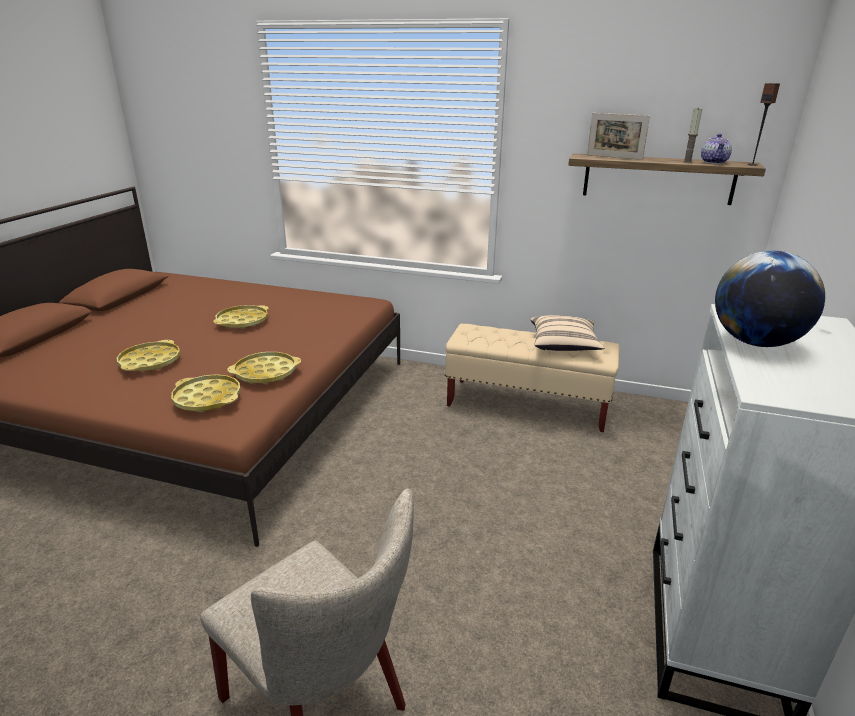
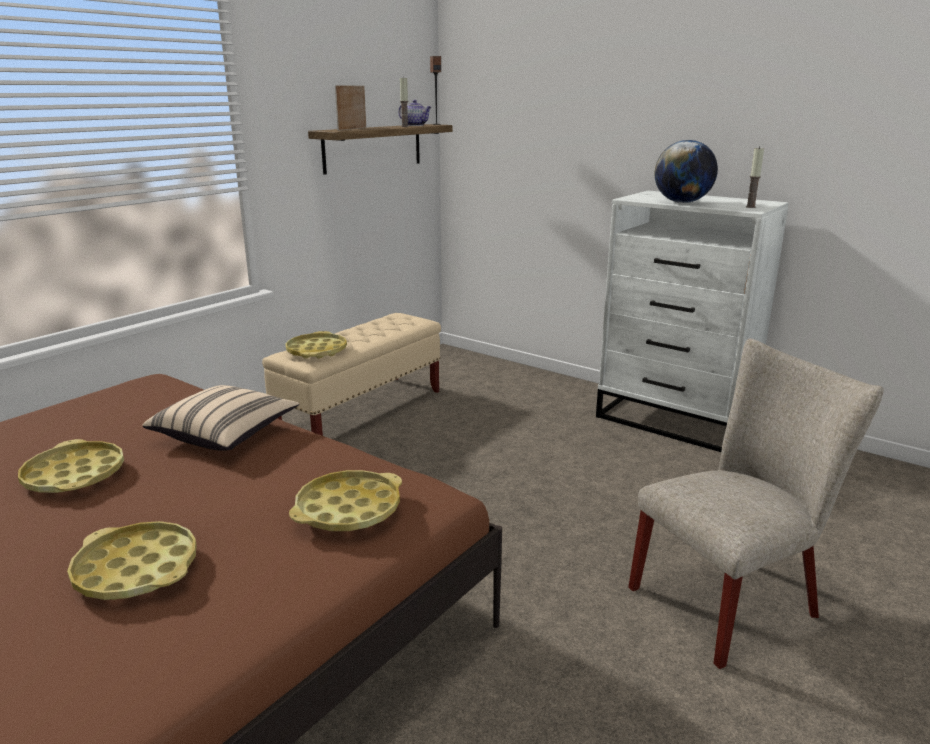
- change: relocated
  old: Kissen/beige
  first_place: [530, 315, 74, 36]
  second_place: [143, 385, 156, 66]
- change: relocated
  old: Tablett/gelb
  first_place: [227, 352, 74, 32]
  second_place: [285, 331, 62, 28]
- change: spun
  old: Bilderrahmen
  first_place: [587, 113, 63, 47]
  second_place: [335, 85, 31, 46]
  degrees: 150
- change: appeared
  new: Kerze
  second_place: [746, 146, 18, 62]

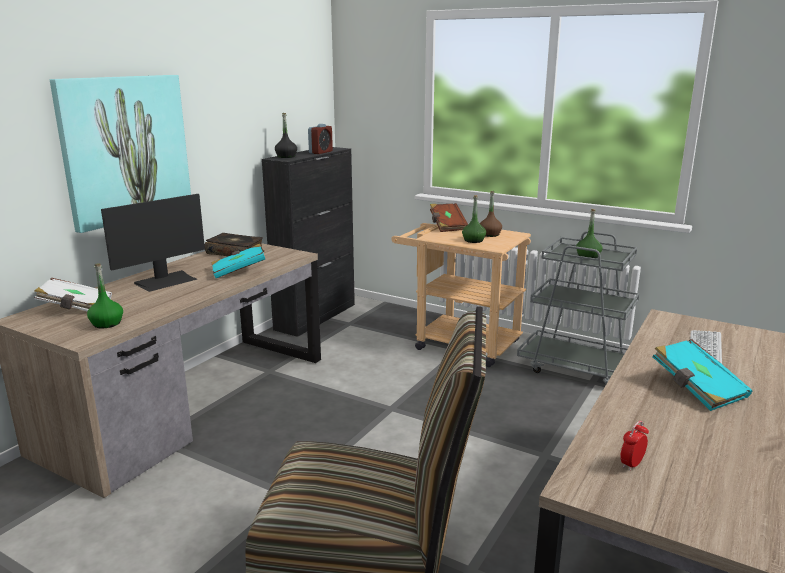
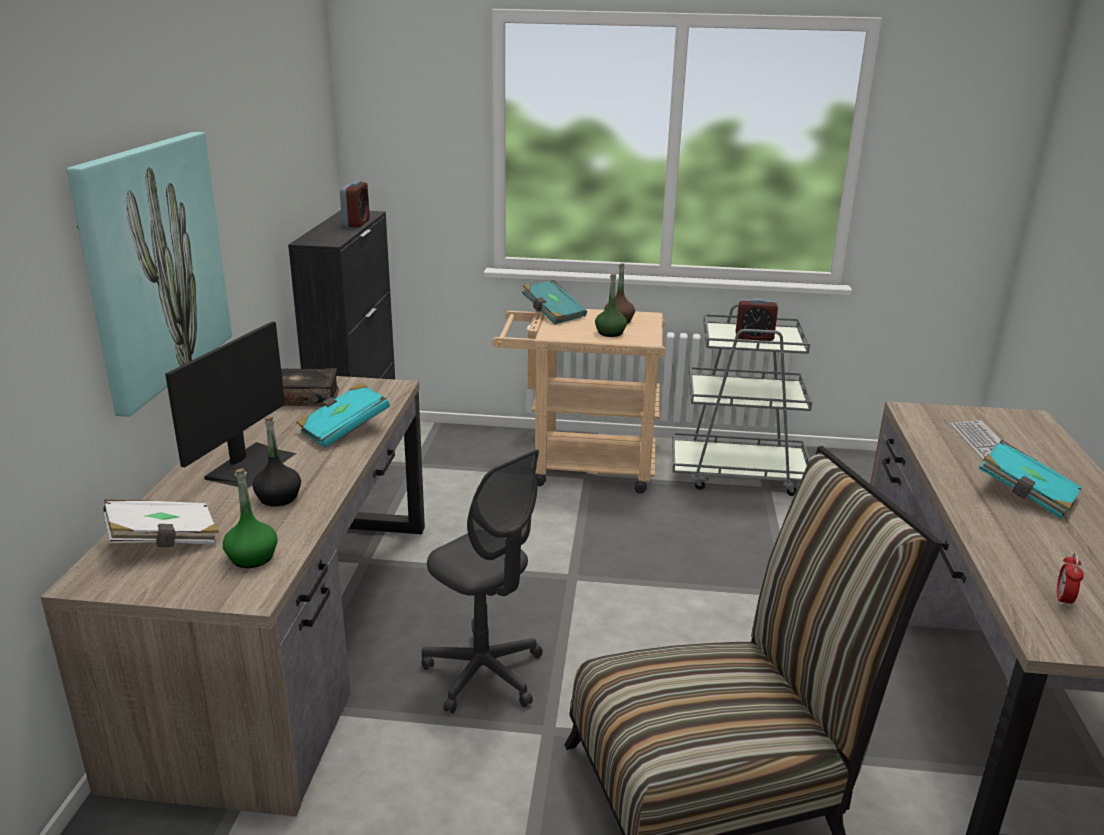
- change: relocated
  old: Flasche/schwarz
  first_place: [275, 113, 22, 45]
  second_place: [252, 417, 49, 90]
- change: appeared
  new: Bürostuhl/grau
  second_place: [421, 449, 122, 265]
- change: colour
  old: Buch/braun
  new: Buch/türkis
  first_place: [430, 203, 38, 29]
  second_place: [522, 280, 65, 45]
- change: exchanged
  old: Flasche/grün
  new: Wecker
  first_place: [576, 209, 26, 49]
  second_place: [735, 298, 43, 43]

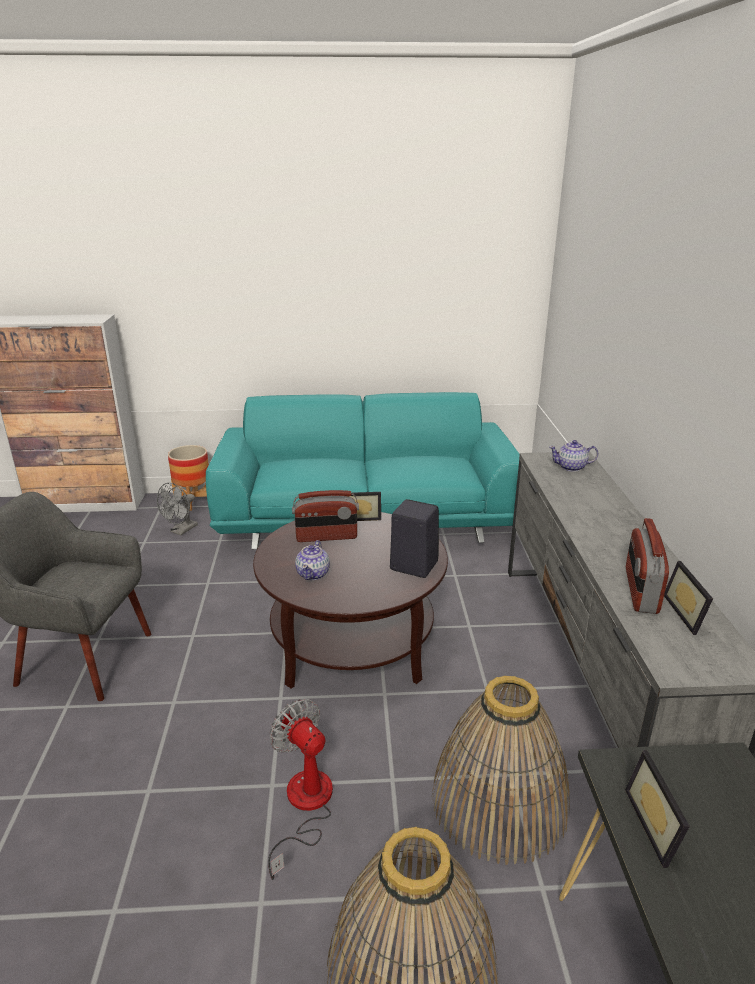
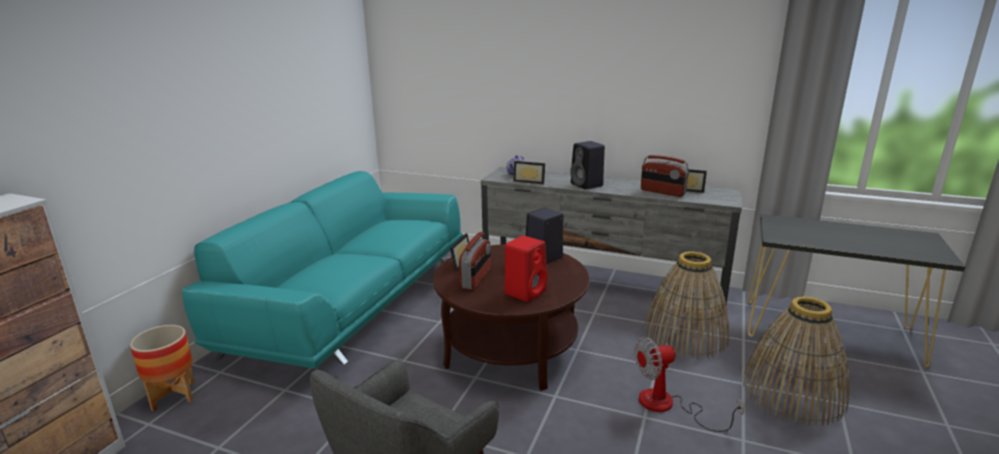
- change: exchanged
  old: Teekanne
  new: Lautsprecher/rot
  first_place: [295, 540, 35, 40]
  second_place: [505, 235, 42, 67]
- change: relocated
  old: Bilderrahmen
  first_place: [625, 750, 65, 118]
  second_place: [513, 161, 32, 23]
- change: appeared
  new: Lautsprecher/schwarz
  second_place: [570, 141, 35, 48]
- change: missing
  old: Ventilator/grau
  first_place: [157, 483, 41, 52]

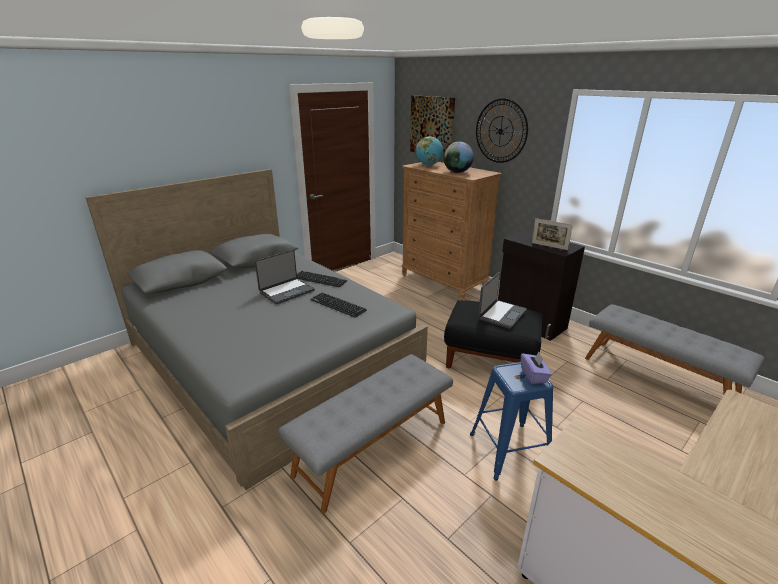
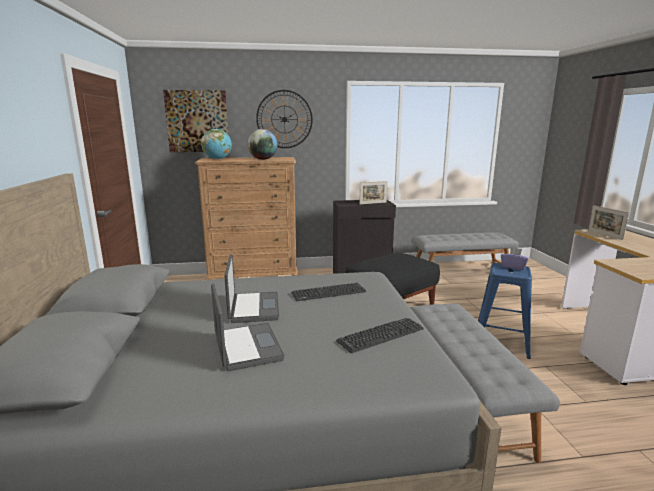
- change: relocated
  old: Laptop
  first_place: [478, 272, 49, 57]
  second_place: [211, 284, 74, 87]
- change: relocated
  old: Tastatur
  first_place: [297, 271, 50, 16]
  second_place: [336, 318, 88, 35]
- change: appeared
  new: Bilderrahmen
  second_place: [588, 205, 41, 35]

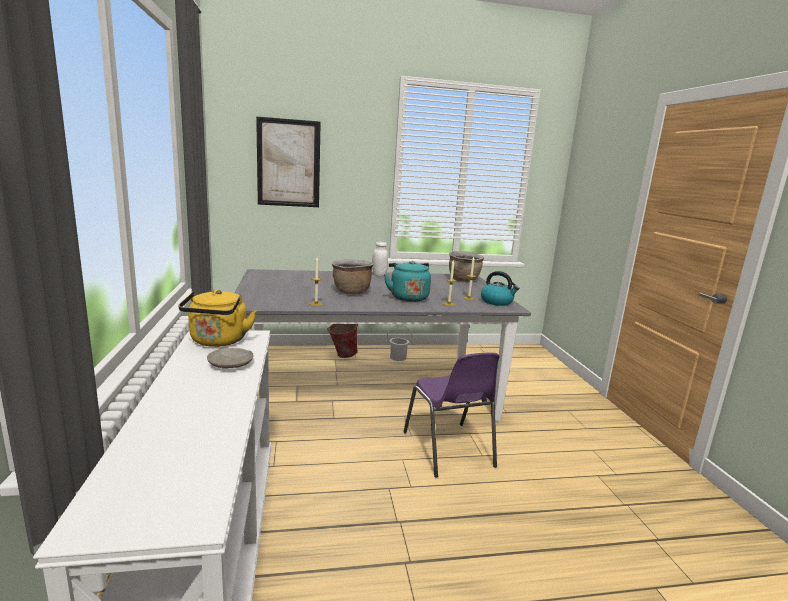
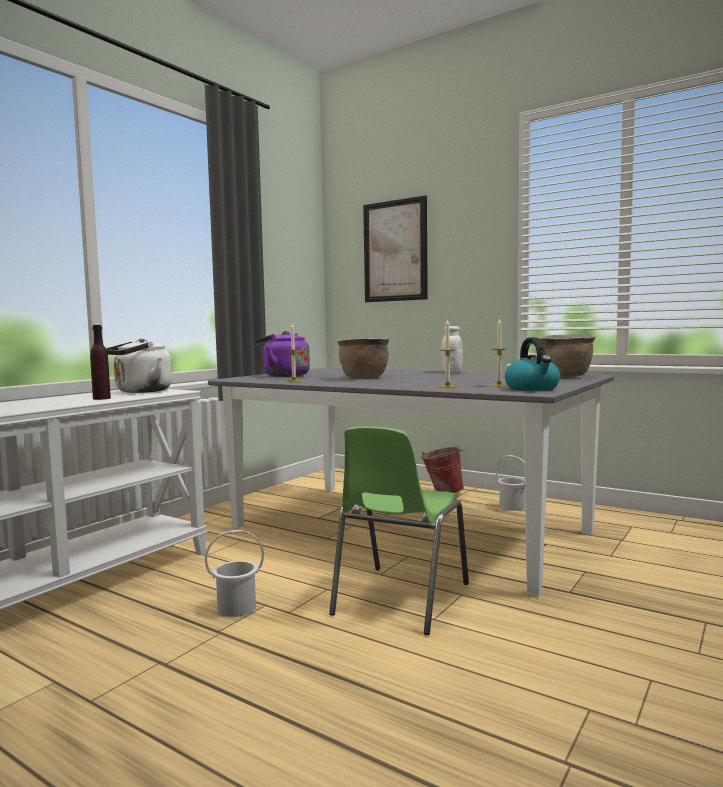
- change: exchanged
  old: Teller/beige
  new: Flasche/lila
  first_place: [207, 348, 47, 21]
  second_place: [90, 325, 21, 75]
- change: colour
  old: Wasserkessel/gelb
  new: Wasserkessel/weiß
  first_place: [178, 289, 79, 58]
  second_place: [106, 338, 66, 55]
- change: appeared
  new: Eimer/weiß
  second_place: [205, 530, 59, 87]
- change: appeared
  new: Wasserkessel/lila
  second_place: [254, 331, 56, 46]
- change: colour
  old: Stuhl/lila
  new: Stuhl/grün
  first_place: [403, 352, 97, 126]
  second_place: [329, 426, 140, 209]
- change: missing
  old: Wasserkessel/türkis
  first_place: [384, 261, 47, 41]

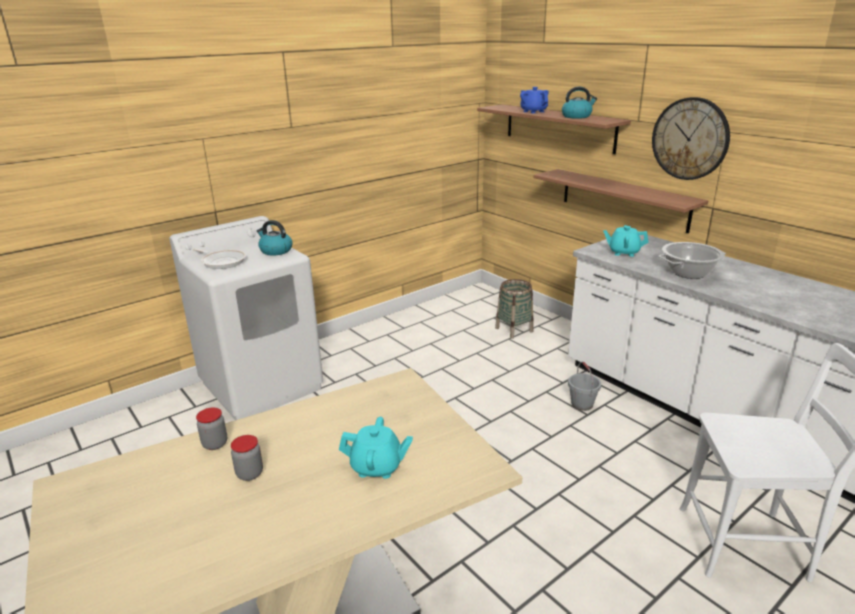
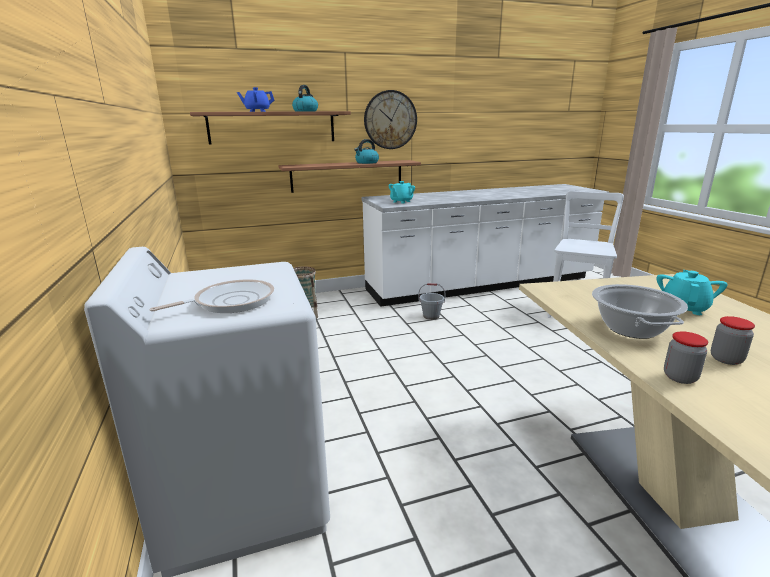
- change: relocated
  old: Wasserkessel
  first_place: [257, 220, 35, 35]
  second_place: [354, 139, 25, 25]
- change: relocated
  old: Kochtopf
  first_place: [658, 242, 68, 37]
  second_place: [592, 284, 96, 55]

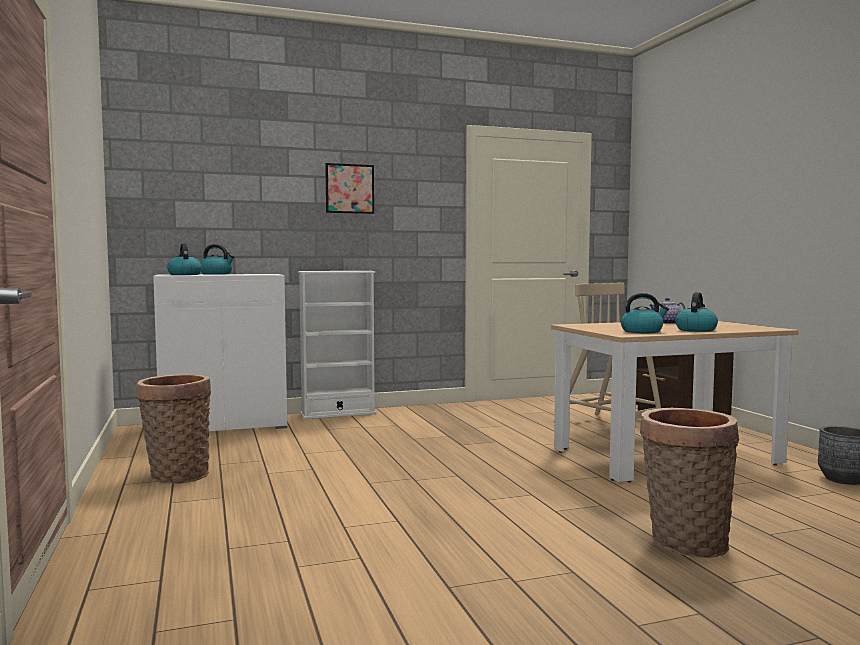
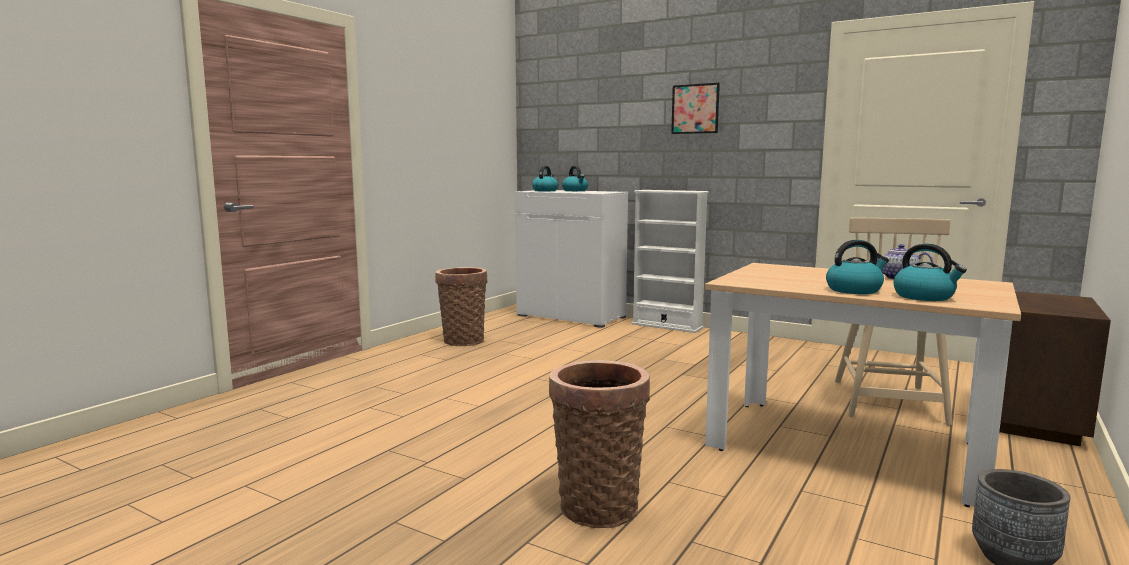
- change: relocated
  old: Wasserkessel
  first_place: [621, 293, 48, 40]
  second_place: [893, 244, 74, 57]

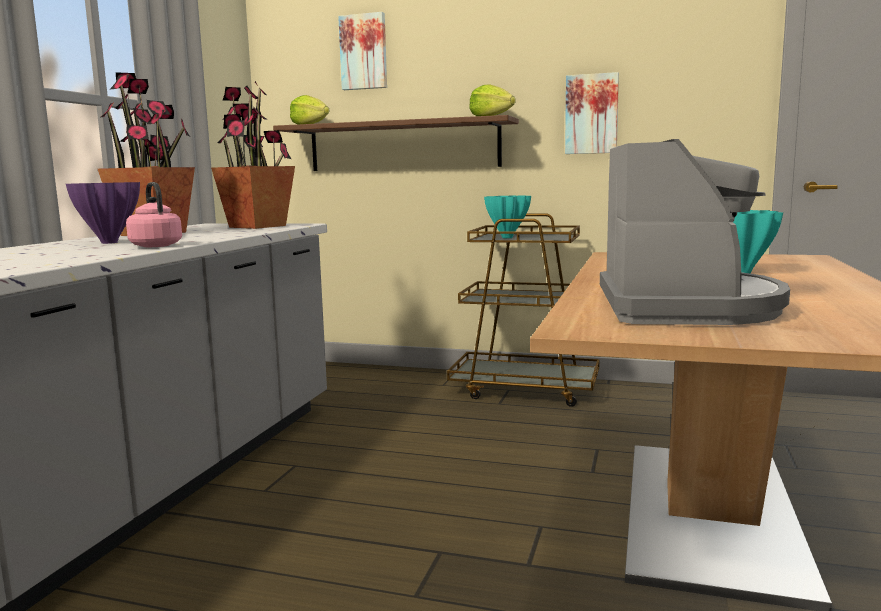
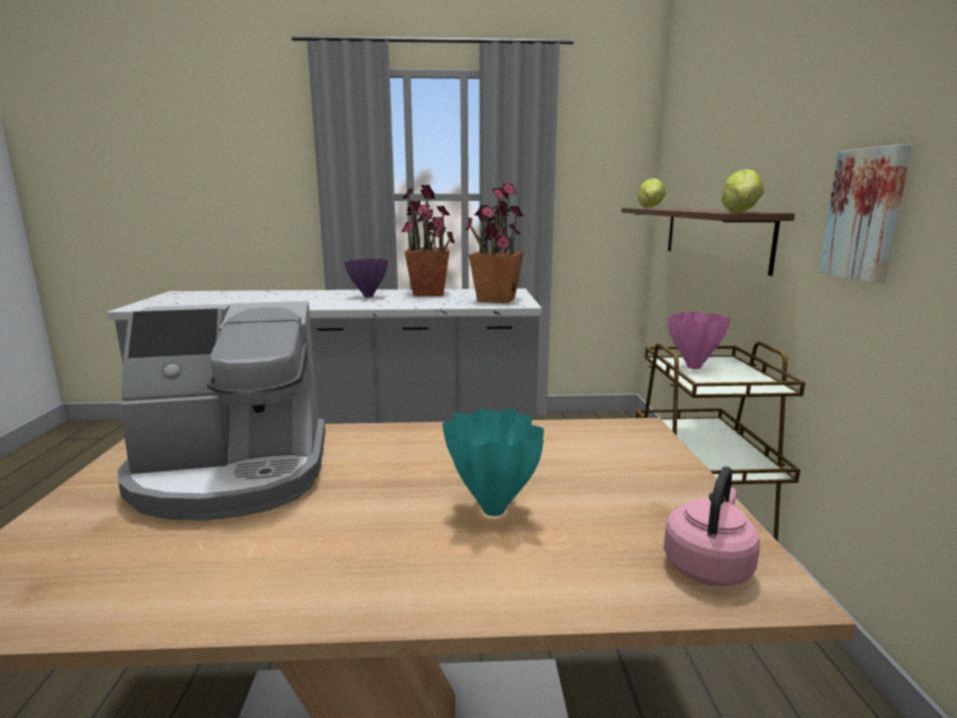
- change: relocated
  old: Wasserkessel/rosa
  first_place: [126, 182, 56, 65]
  second_place: [664, 466, 96, 120]
- change: colour
  old: Vase/türkis
  new: Vase/rosa
  first_place: [484, 195, 47, 43]
  second_place: [668, 312, 63, 57]
- change: missing
  old: Bild
  first_place: [338, 12, 49, 78]

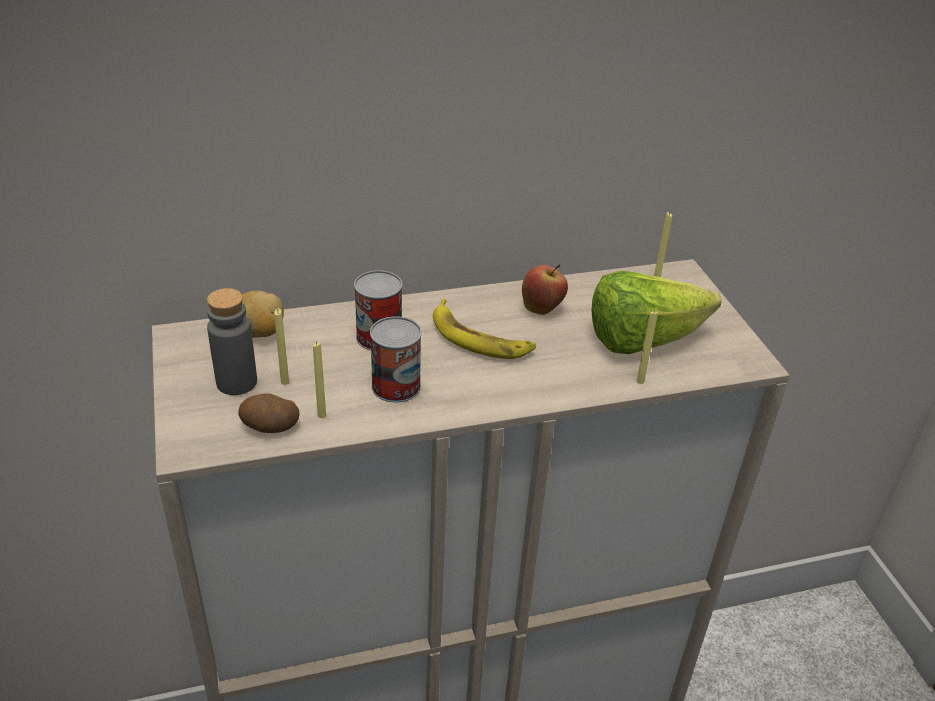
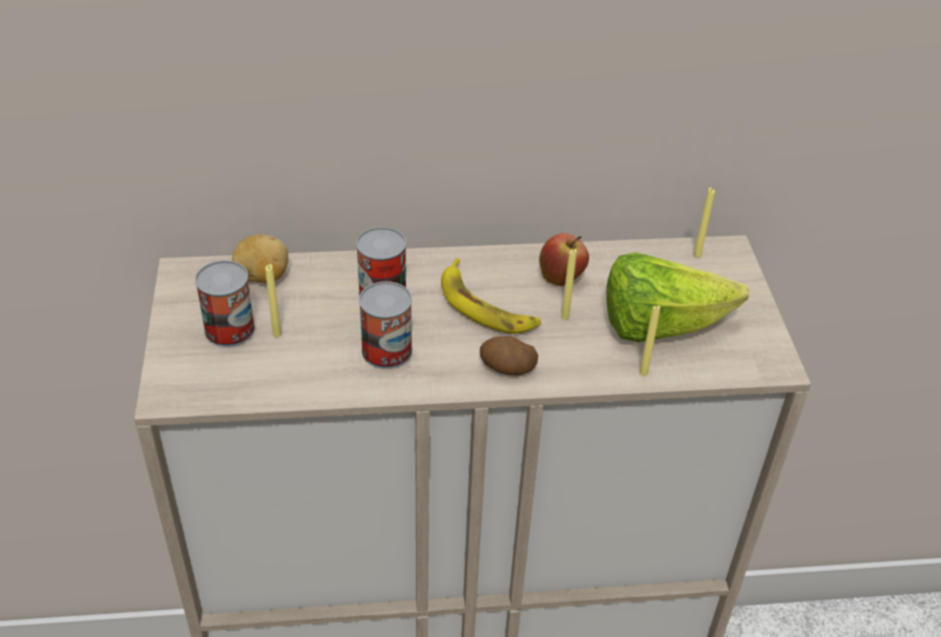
- change: exchanged
  old: Flasche/grau
  new: Dose
  first_place: [207, 288, 50, 107]
  second_place: [195, 260, 60, 87]
- change: relocated
  old: Kartoffel
  first_place: [238, 394, 61, 39]
  second_place: [480, 336, 58, 39]
- change: relocated
  old: Kerze/gelb
  first_place: [313, 341, 13, 77]
  second_place: [561, 249, 16, 71]

